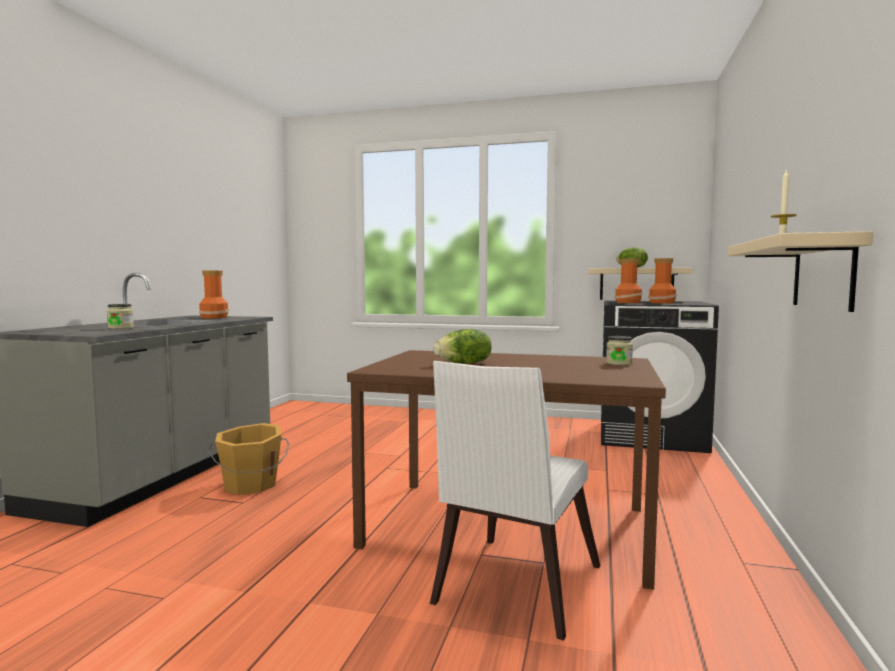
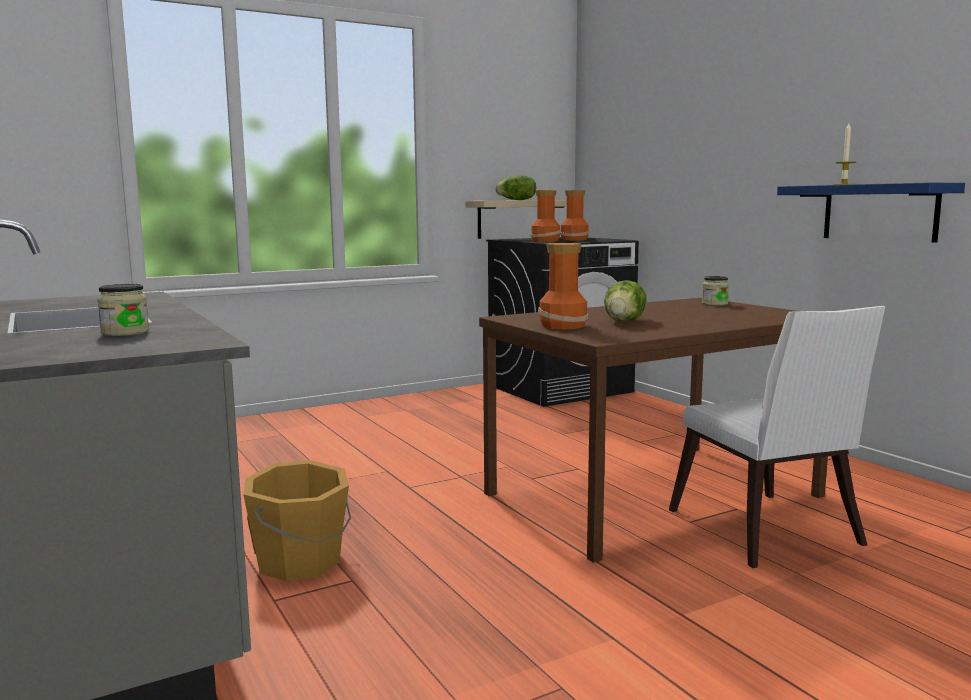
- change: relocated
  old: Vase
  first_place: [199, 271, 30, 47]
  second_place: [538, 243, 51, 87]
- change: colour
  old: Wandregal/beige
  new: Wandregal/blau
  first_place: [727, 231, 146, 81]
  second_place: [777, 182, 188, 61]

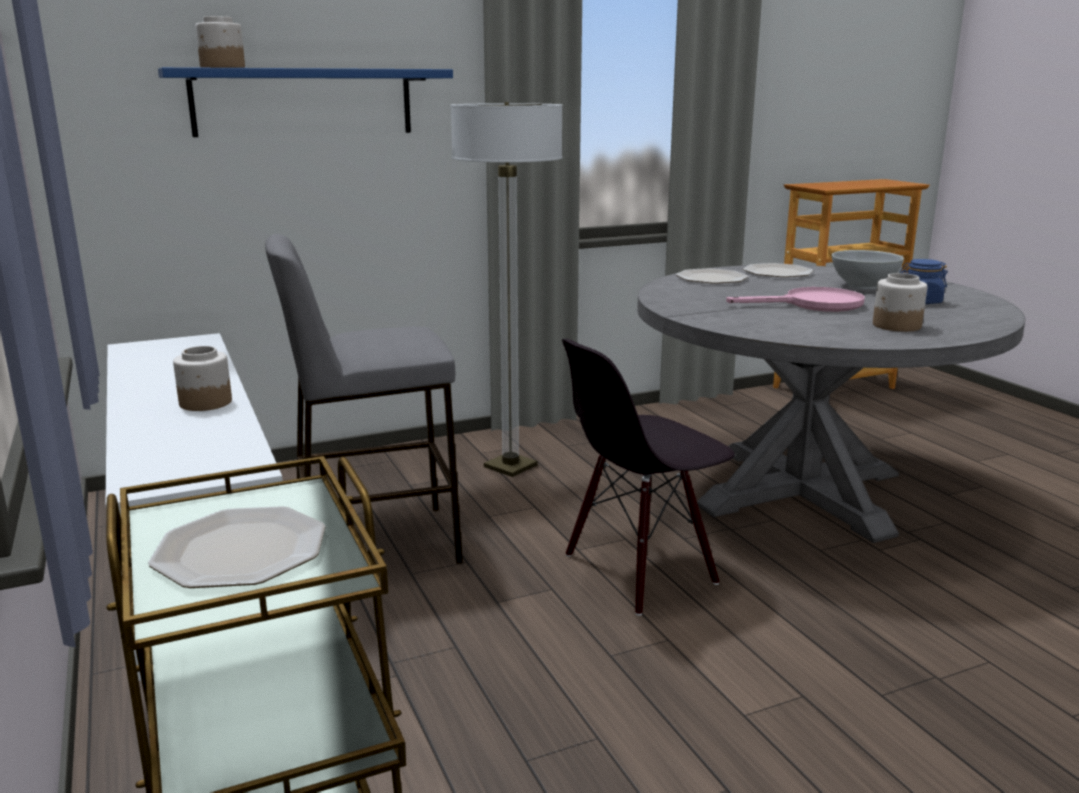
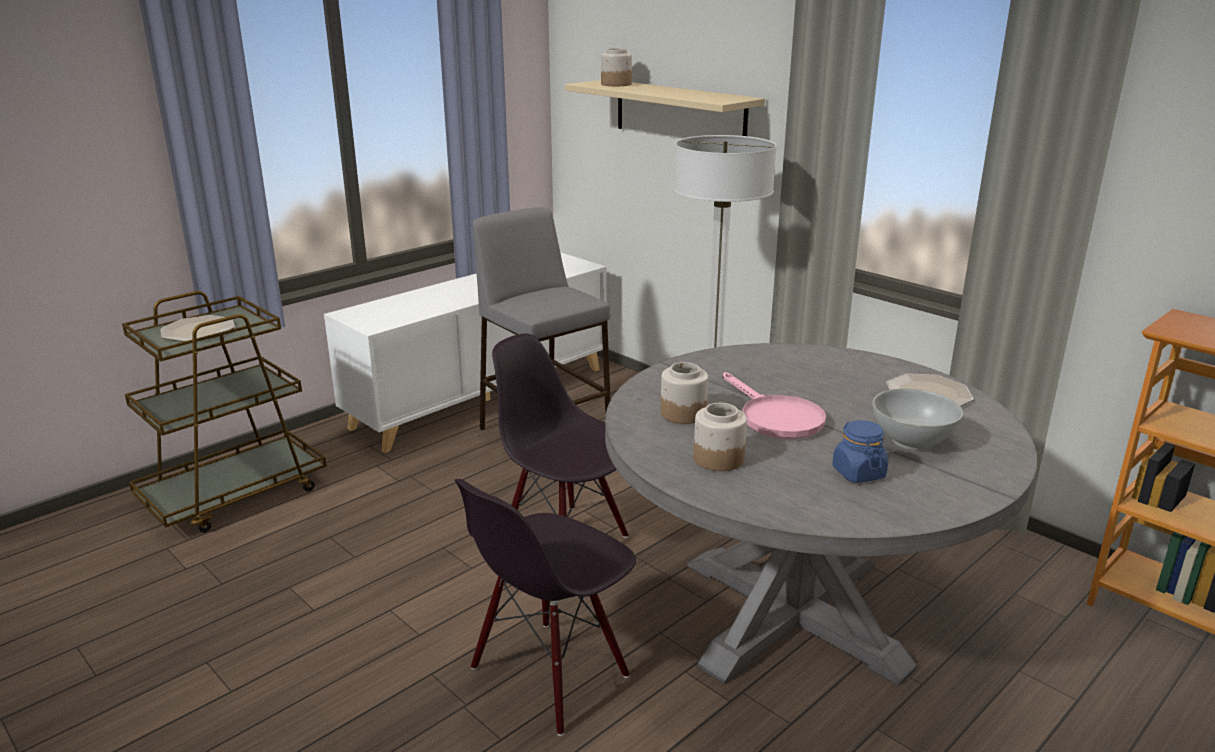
- change: appeared
  new: Stuhl/schwarz
  second_place: [454, 479, 182, 257]
- change: colour
  old: Wandregal/blau
  new: Wandregal/beige
  first_place: [158, 67, 295, 70]
  second_place: [565, 80, 200, 56]
- change: relocated
  old: Vorratsglas
  first_place: [173, 346, 59, 65]
  second_place: [661, 362, 47, 62]
- change: missing
  old: Teller
  first_place: [676, 268, 73, 16]

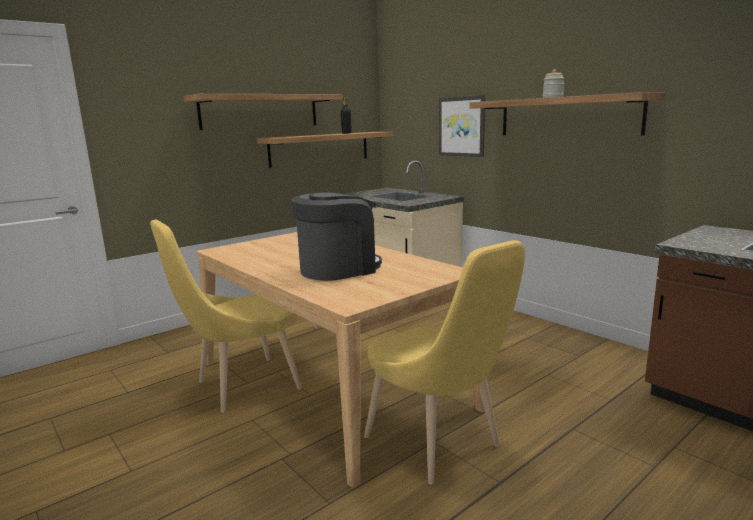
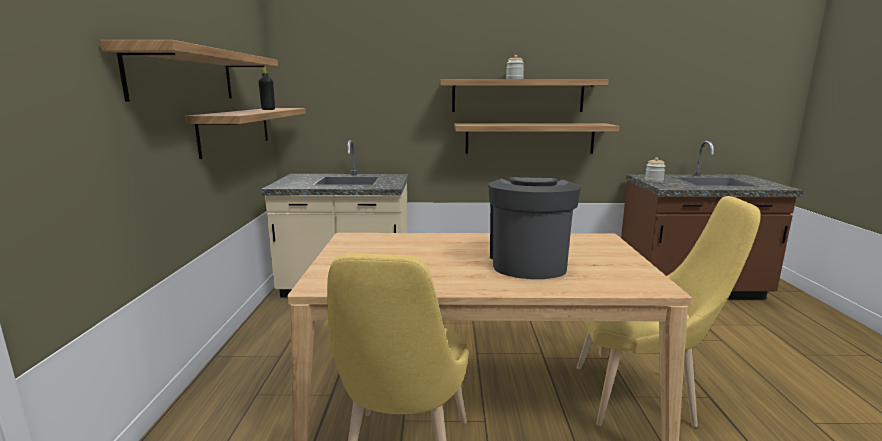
- change: appeared
  new: Wandregal
  second_place: [455, 123, 164, 31]
- change: appeared
  new: Vorratsglas
  second_place: [645, 157, 20, 26]
- change: missing
  old: Bild
  first_place: [439, 95, 46, 62]

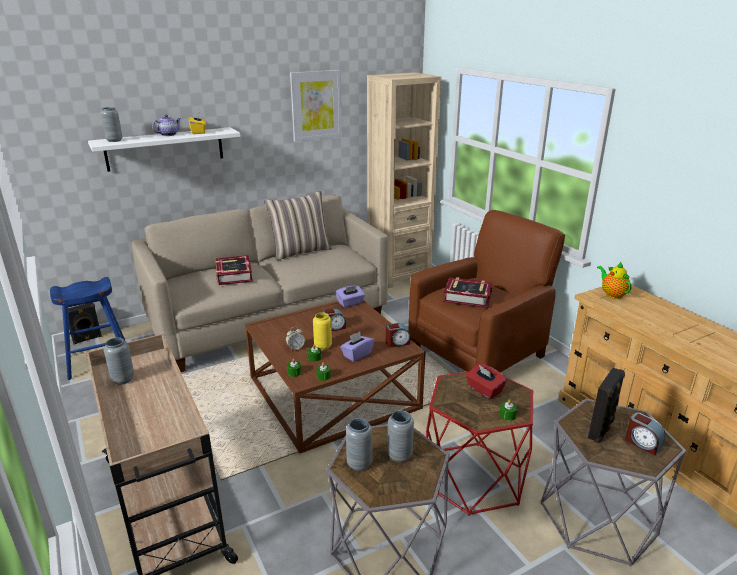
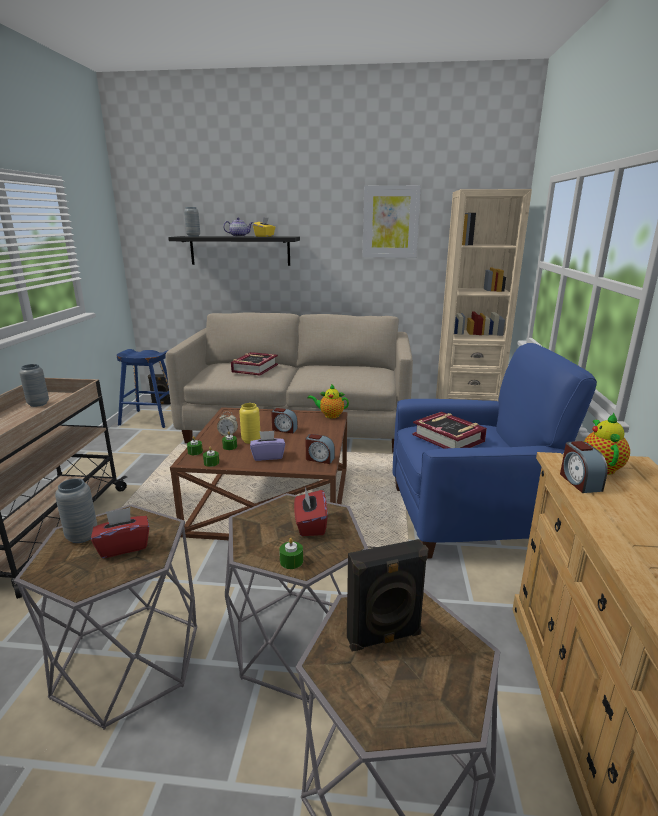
- change: exchanged
  old: Vase/grau
  new: Taschentuchbox/rot
  first_place: [387, 410, 27, 52]
  second_place: [91, 507, 58, 51]
- change: colour
  old: Wandregal/weiß
  new: Wandregal/schwarz
  first_place: [88, 127, 153, 45]
  second_place: [168, 236, 132, 30]
- change: colour
  old: Beistelltisch/rot
  new: Beistelltisch/grau
  first_place: [426, 371, 107, 145]
  second_place: [225, 493, 143, 211]
- change: exchanged
  old: Taschentuchbox/lila
  new: Teekanne
  first_place: [336, 285, 29, 22]
  second_place: [308, 384, 41, 34]
- change: colour
  old: Sessel/braun
  new: Sessel/blau
  first_place: [408, 210, 157, 162]
  second_place: [393, 343, 204, 216]
- change: relocated
  old: Wecker
  first_place: [625, 412, 40, 43]
  second_place: [560, 441, 48, 52]
- change: missing
  old: Kissen
  first_place: [264, 191, 68, 70]

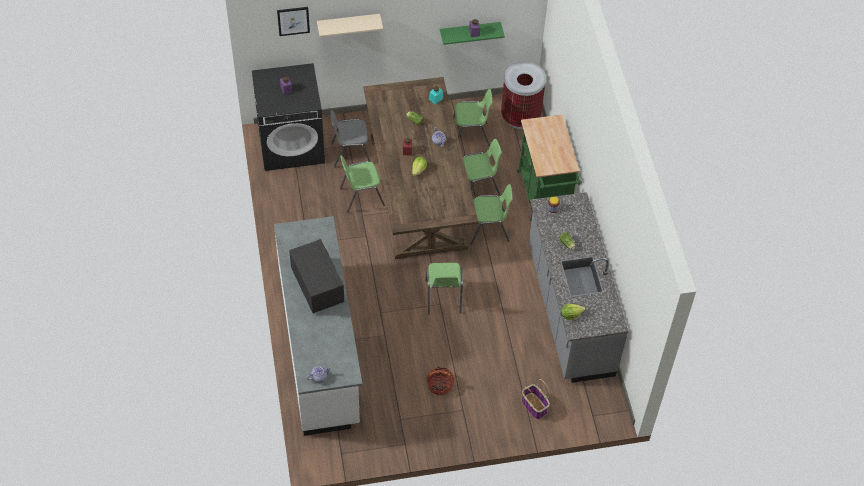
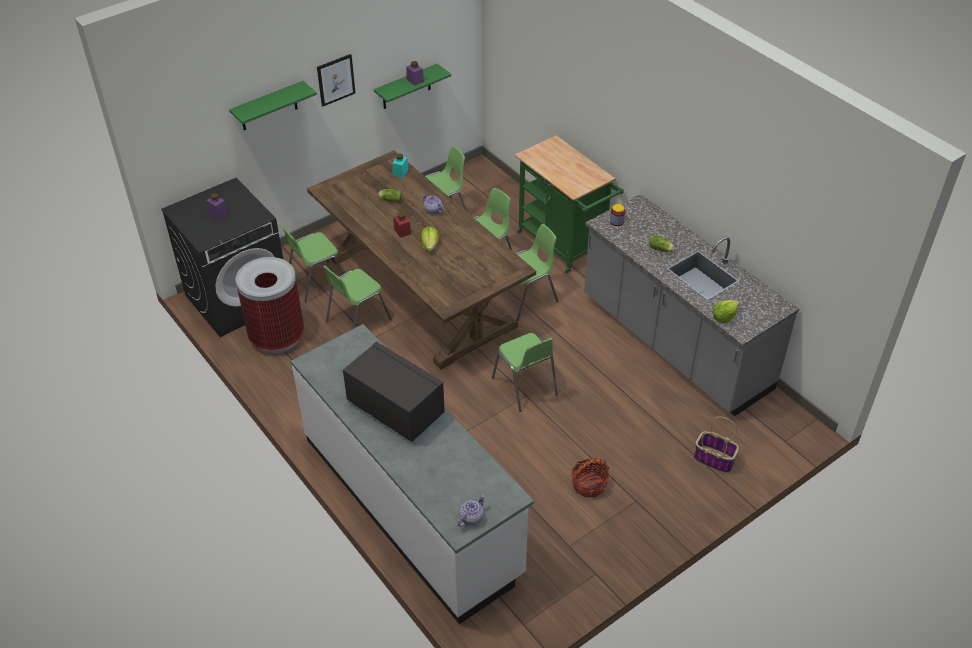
- change: colour
  old: Wandregal/beige
  new: Wandregal/grün
  first_place: [317, 14, 66, 23]
  second_place: [229, 81, 88, 49]
- change: relocated
  old: Mülleimer
  first_place: [501, 62, 45, 67]
  second_place: [236, 257, 68, 97]
- change: colour
  old: Stuhl/grau
  new: Stuhl/grün
  first_place: [330, 110, 41, 58]
  second_place: [281, 225, 63, 78]
- change: relocated
  old: Bild
  first_place: [277, 7, 33, 29]
  second_place: [317, 54, 38, 52]

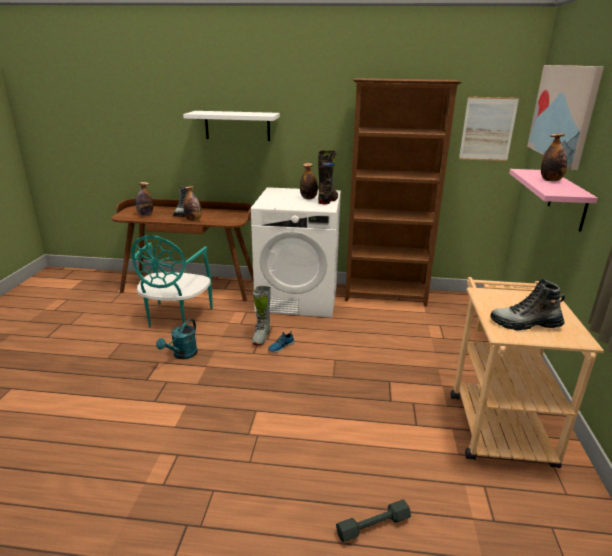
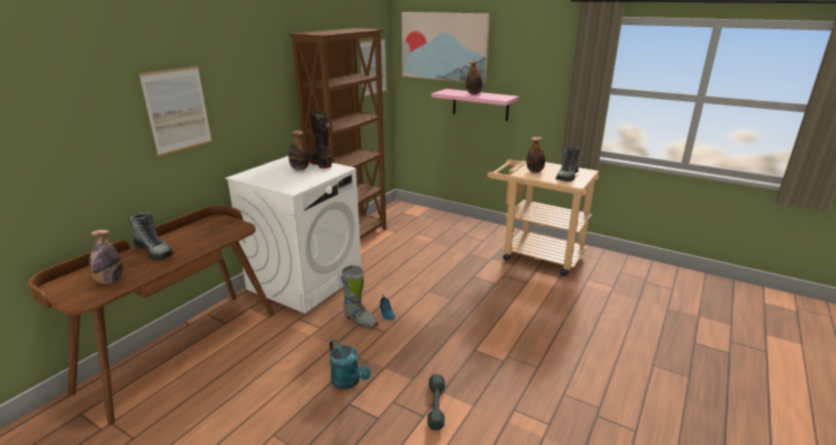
- change: exchanged
  old: Wandregal/weiß
  new: Bild
  first_place: [183, 111, 97, 30]
  second_place: [139, 66, 73, 90]
- change: relocated
  old: Hantel/grau
  first_place: [336, 499, 75, 43]
  second_place: [427, 374, 18, 56]
- change: relocated
  old: Flasche
  first_place: [184, 186, 18, 35]
  second_place: [527, 136, 18, 37]
- change: missing
  old: Stuhl/türkis
  first_place: [131, 236, 82, 92]

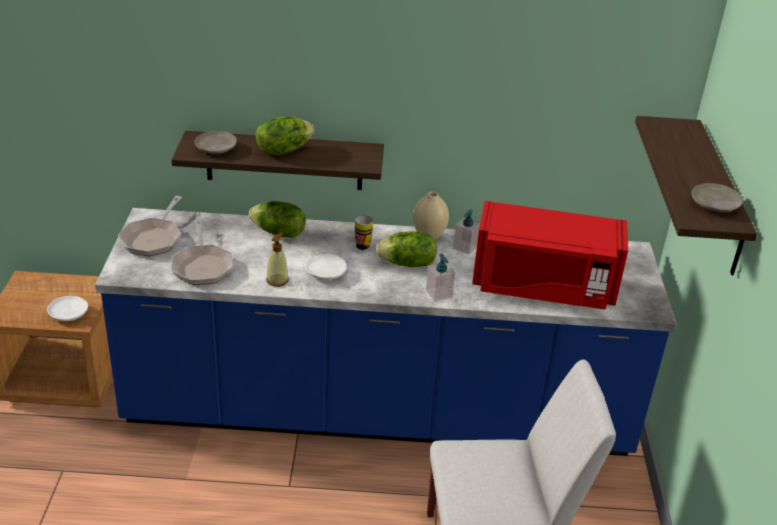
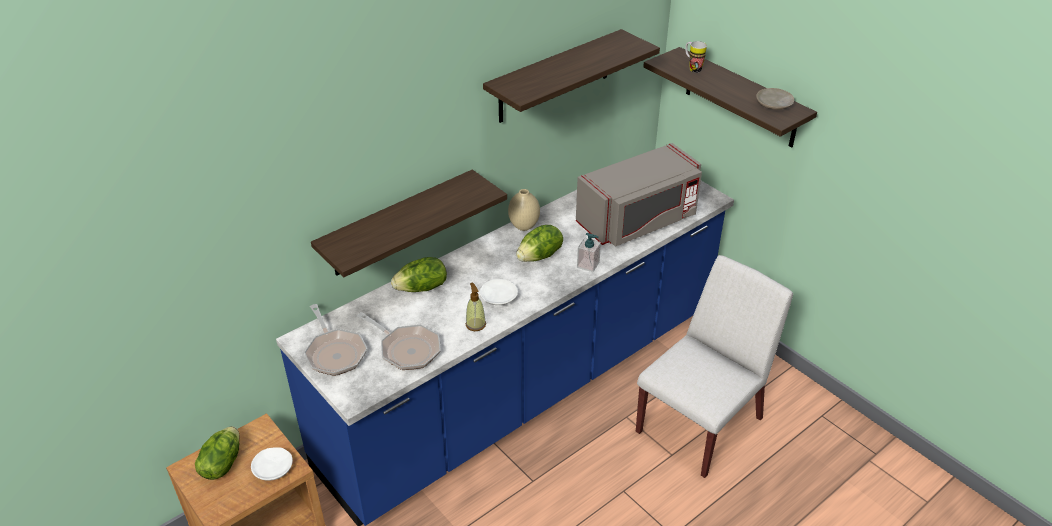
- change: relocated
  old: Salatkopf
  first_place: [255, 116, 59, 39]
  second_place: [195, 426, 44, 54]
- change: appeared
  new: Wandregal
  second_place: [483, 29, 177, 94]
- change: colour
  old: Mikrowelle/rot
  new: Mikrowelle/grau
  first_place: [472, 201, 156, 109]
  second_place: [576, 143, 126, 104]
- change: relocated
  old: Henkelbecher
  first_place: [355, 214, 18, 36]
  second_place: [685, 41, 22, 32]
- change: missing
  old: Teller/beige
  first_place: [195, 131, 42, 23]
- change: missing
  old: Seifenspender
  first_place: [453, 209, 27, 46]

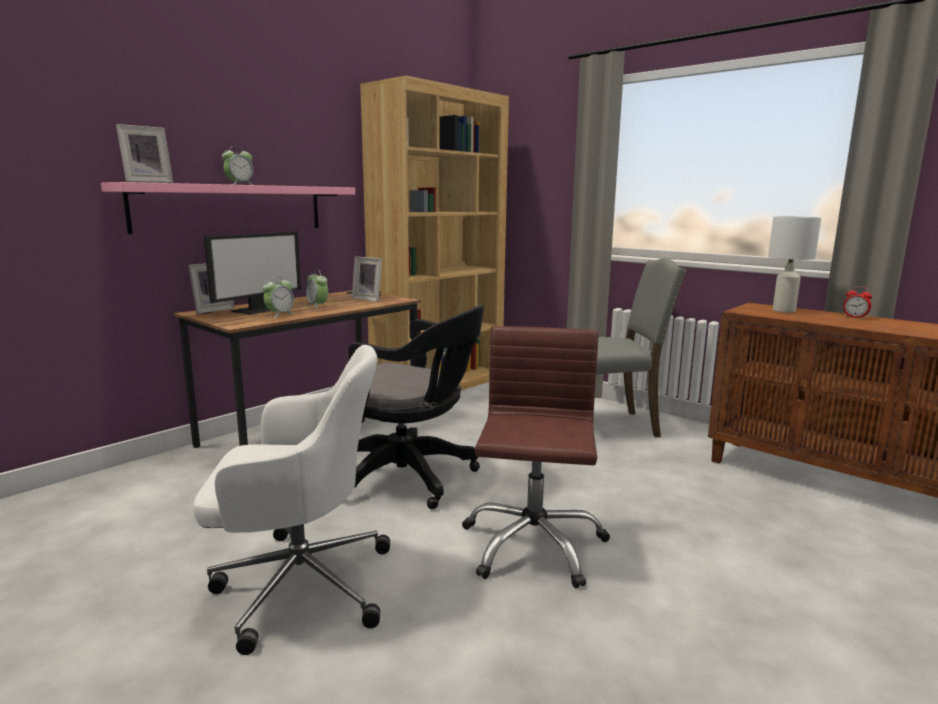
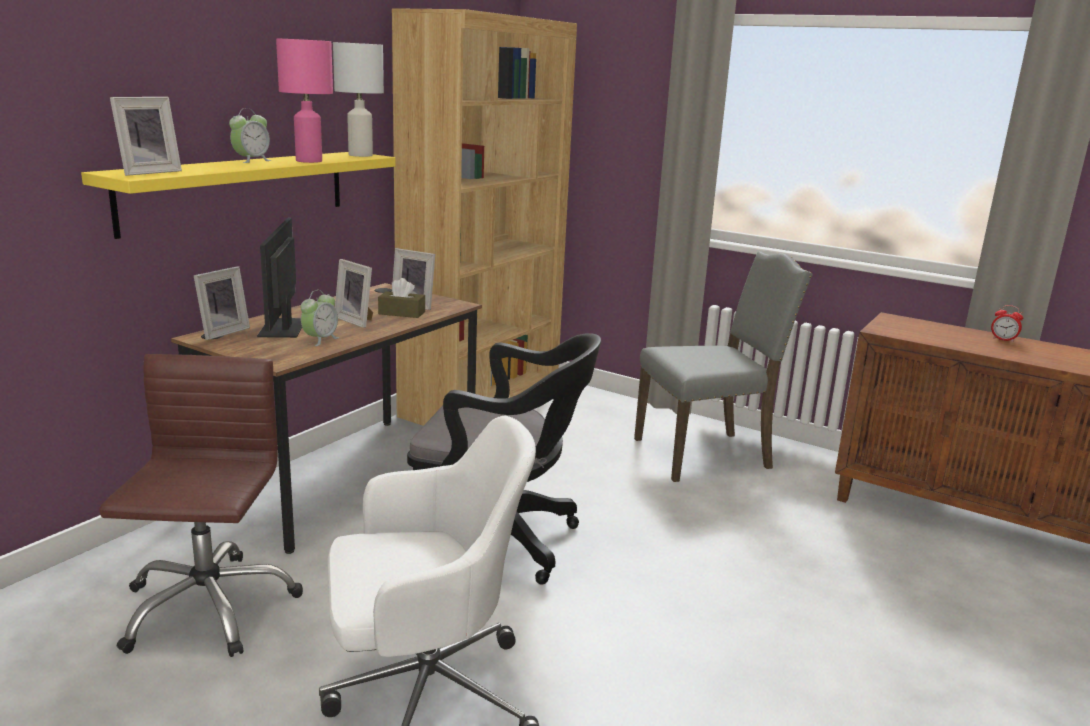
- change: colour
  old: Wandregal/rosa
  new: Wandregal/gelb
  first_place: [101, 182, 254, 52]
  second_place: [81, 152, 314, 87]
- change: relocated
  old: Bürostuhl/braun
  first_place: [462, 326, 148, 262]
  second_place: [99, 354, 204, 303]
- change: spun
  old: Monitor
  first_place: [204, 232, 97, 83]
  second_place: [257, 218, 45, 120]
  degrees: 150
- change: appeared
  new: Tischlampe/rosa
  second_place: [276, 39, 57, 124]
- change: relocated
  old: Tischlampe/weiß
  first_place: [768, 216, 53, 97]
  second_place: [333, 42, 51, 115]
- change: exchanged
  old: Wecker
  new: Bilderrahmen
  first_place: [306, 270, 22, 39]
  second_place: [335, 259, 38, 69]
- change: appeared
  new: Taschentuchbox/braun
  second_place: [378, 278, 47, 40]

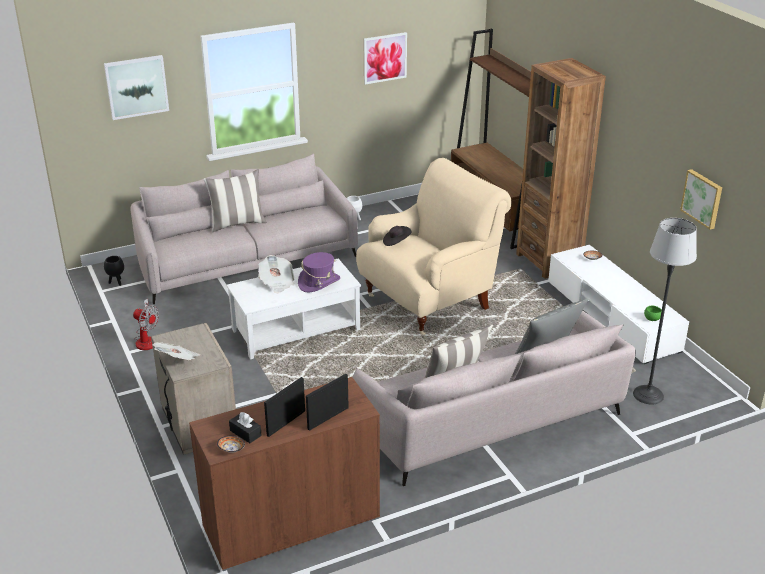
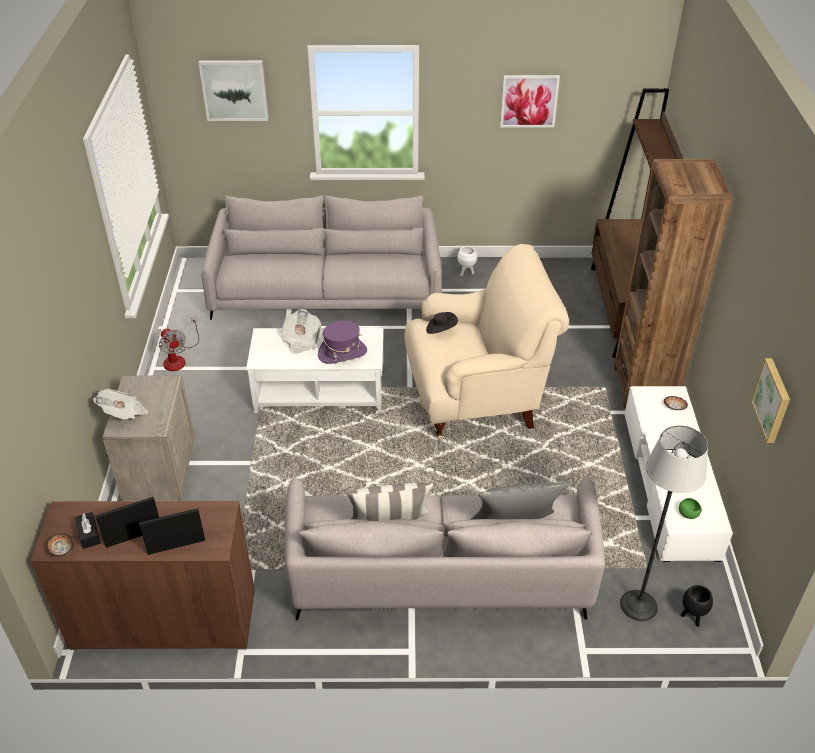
- change: relocated
  old: Pflanzkübel/schwarz
  first_place: [104, 256, 20, 30]
  second_place: [681, 585, 32, 41]
- change: missing
  old: Kissen
  first_place: [204, 169, 63, 64]

